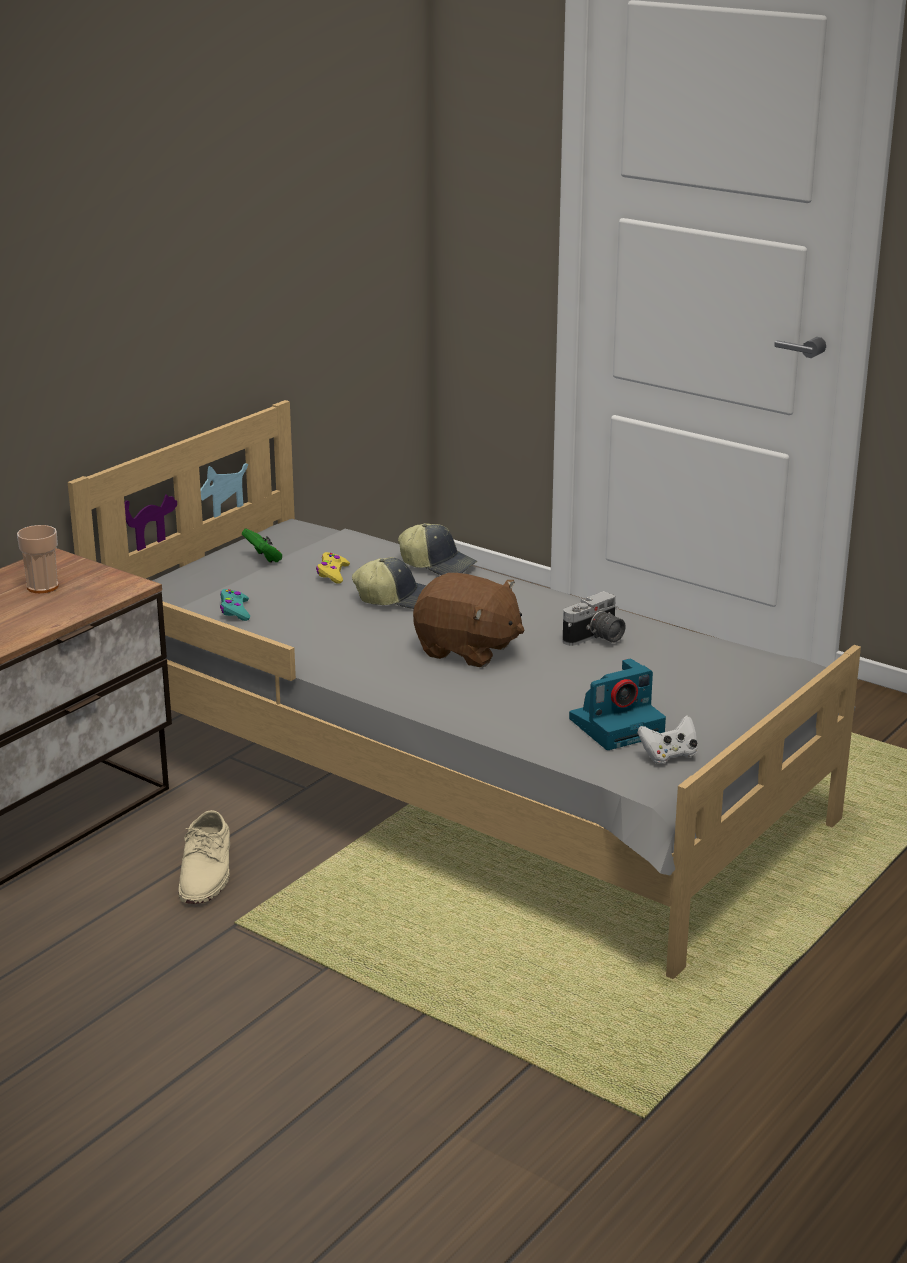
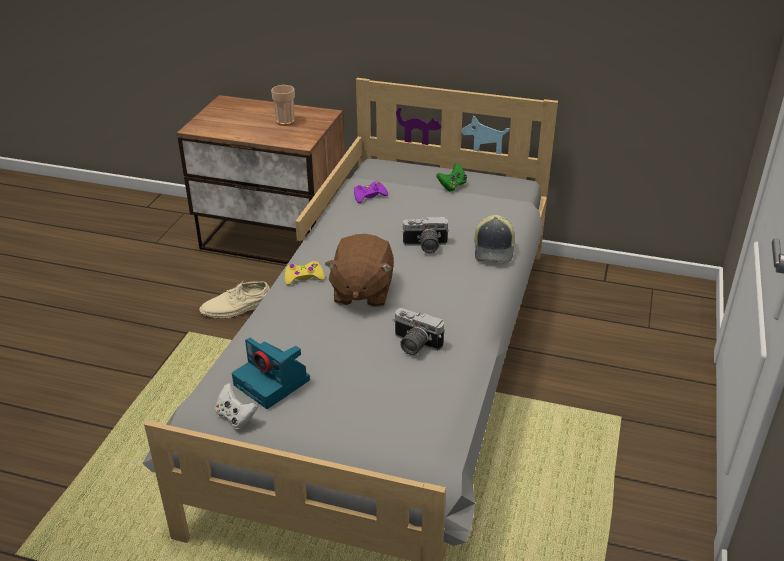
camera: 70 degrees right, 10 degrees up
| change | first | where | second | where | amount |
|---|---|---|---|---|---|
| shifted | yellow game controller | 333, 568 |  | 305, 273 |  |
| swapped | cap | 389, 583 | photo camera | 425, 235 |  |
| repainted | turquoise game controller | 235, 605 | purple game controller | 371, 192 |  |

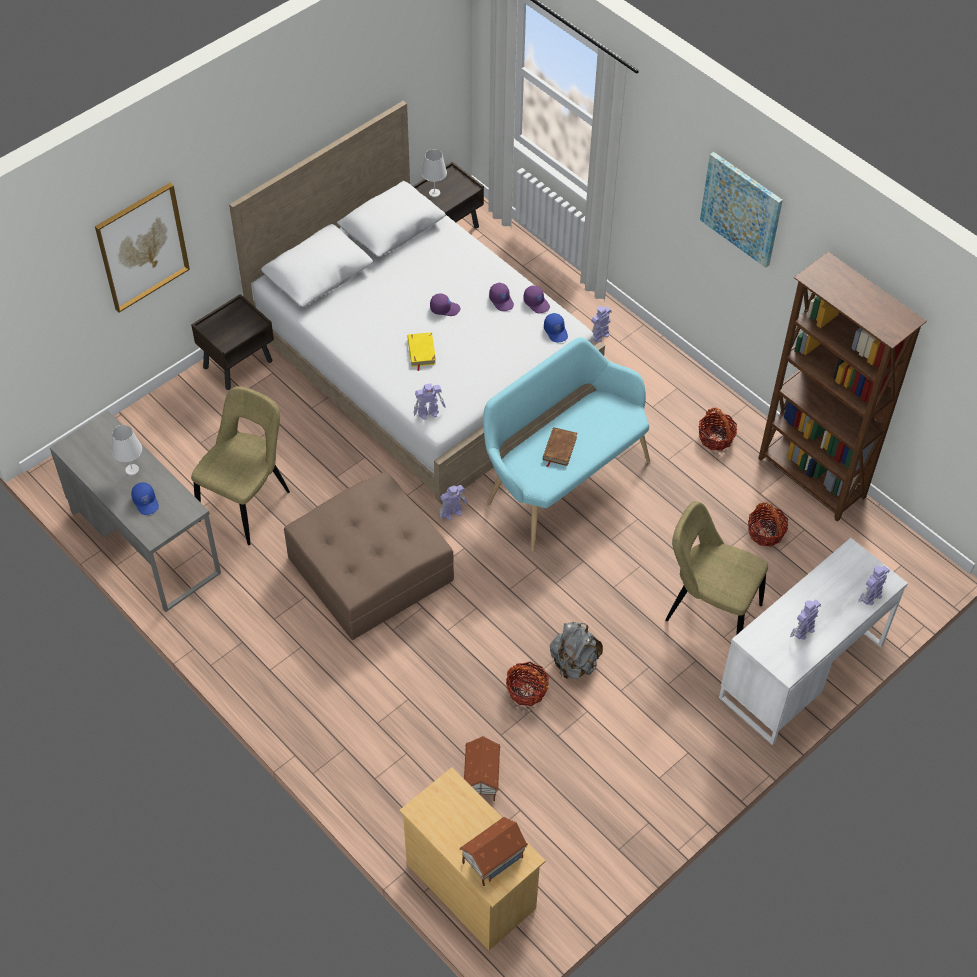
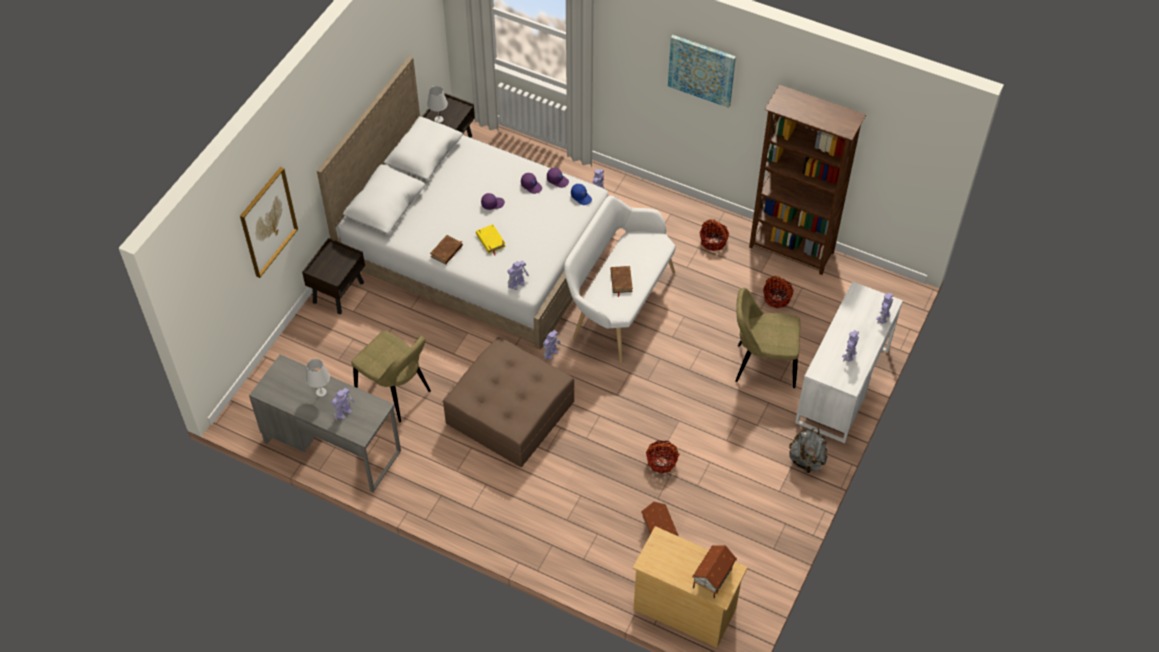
camera: 20 degrees left, 0 degrees up
| change | first | where | second | where | amount |
|---|---|---|---|---|---|
| new |  |  | brown book | 446, 250 |  |
| shifted | grey backpack | 576, 650 |  | 808, 450 |  |
| swapped | blue cap | 145, 498 | toy robot | 343, 404 |  |
| repainted | turquoise bench | 566, 444 | white bench | 620, 279 |  |
| rotated | beige chair | 240, 465 |  | 391, 376 | 120 degrees clockwise |

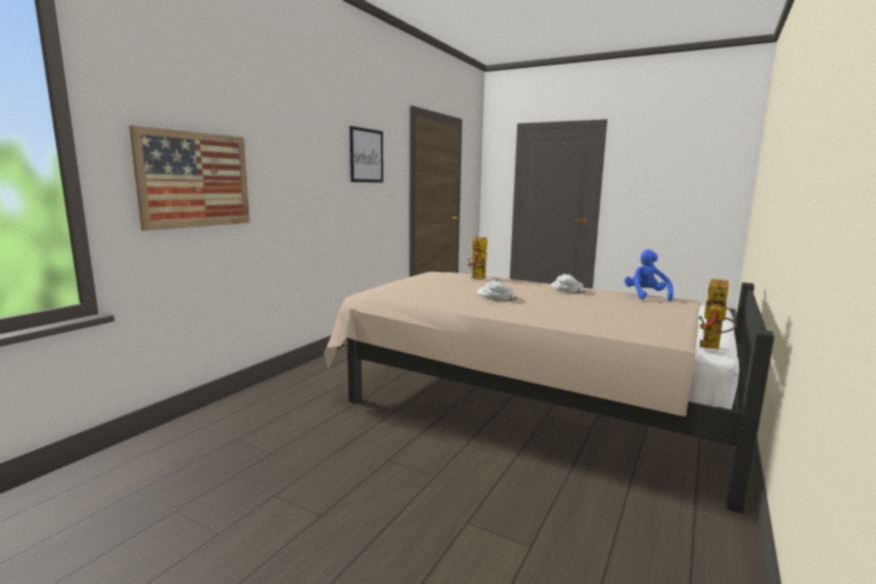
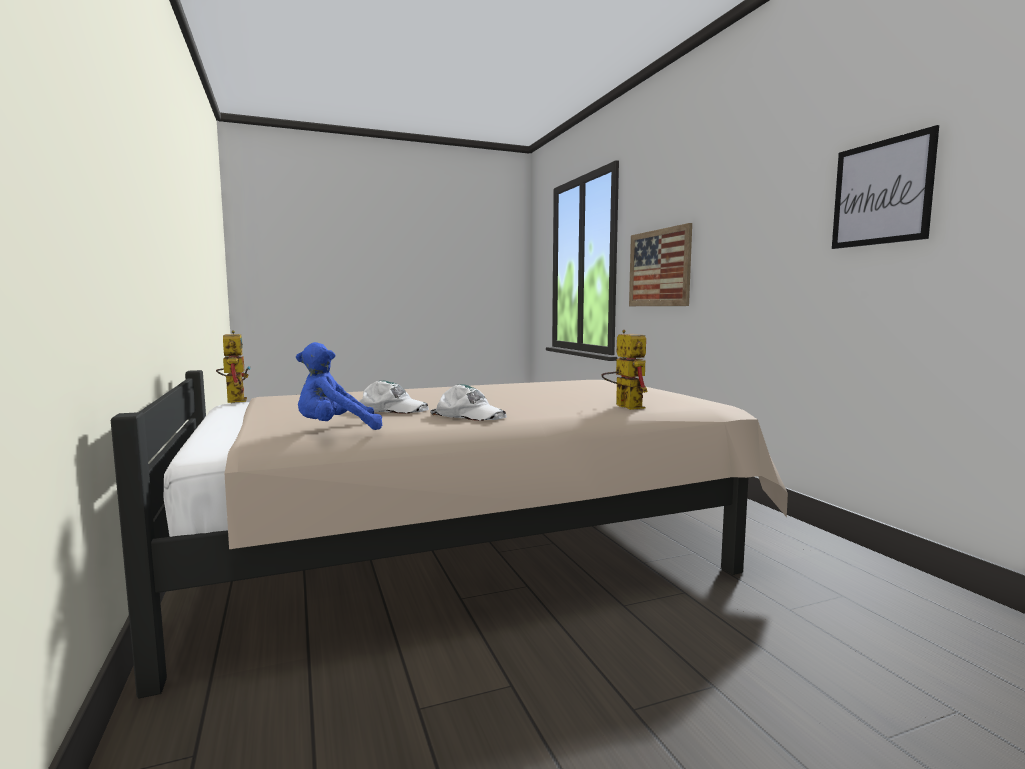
camera: 130 degrees right, 5 degrees down
| change | first | where | second | where | amount |
|---|---|---|---|---|---|
| shifted | white cap | 496, 290 |  | 394, 397 |  |
| rotated | blue plush toy | 648, 275 |  | 339, 386 | 120 degrees clockwise |

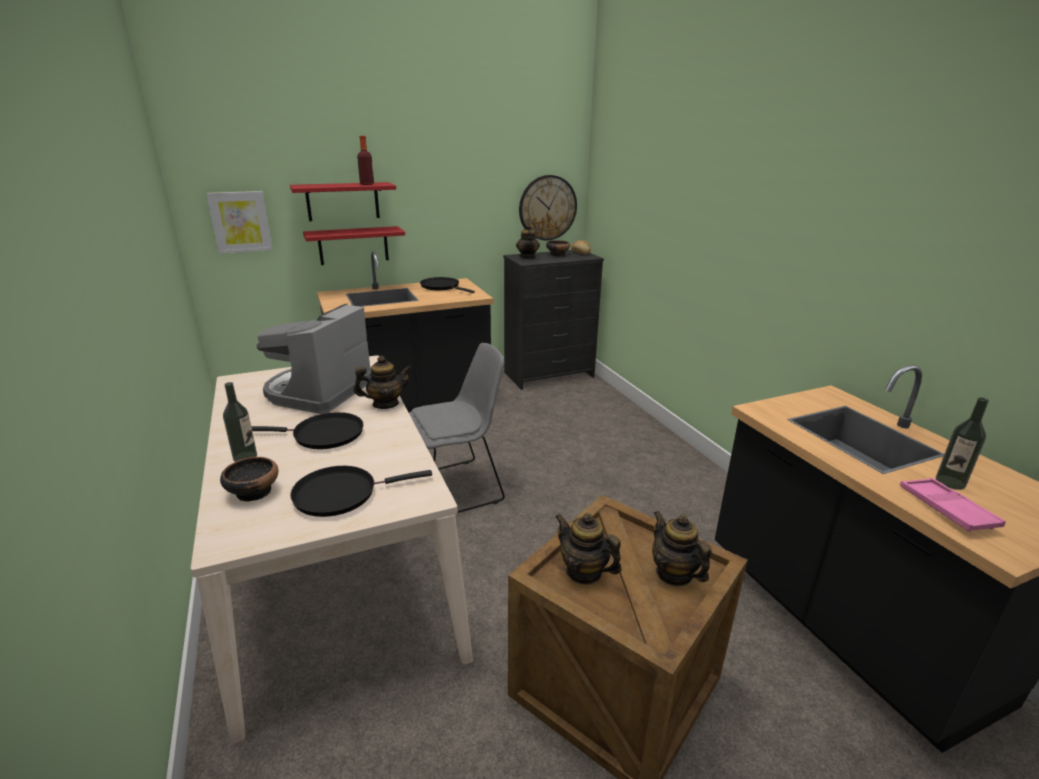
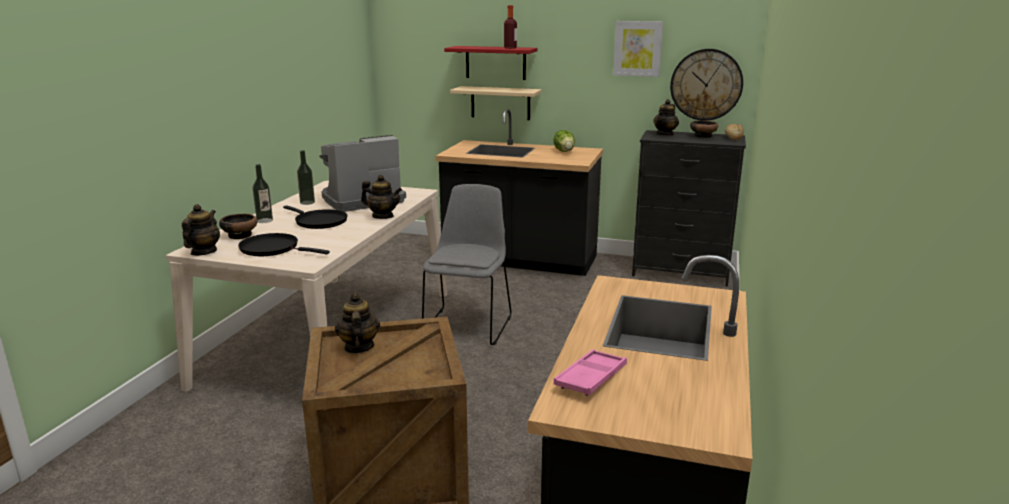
camera: 40 degrees right, 5 degrees down
| change | first | where | second | where | amount |
|---|---|---|---|---|---|
| shifted | picture | 239, 222 |  | 638, 49 |  |
| shifted | teapot | 681, 548 |  | 201, 230 |  |
| shifted | bottle | 962, 443 |  | 306, 177 |  |
| swapped | black frying pan | 447, 285 | lettuce | 564, 141 |  |
| repainted | red shelf | 354, 245 | beige shelf | 496, 103 |  |
| rotated | grey chair | 457, 428 |  | 466, 264 | 90 degrees counterclockwise |

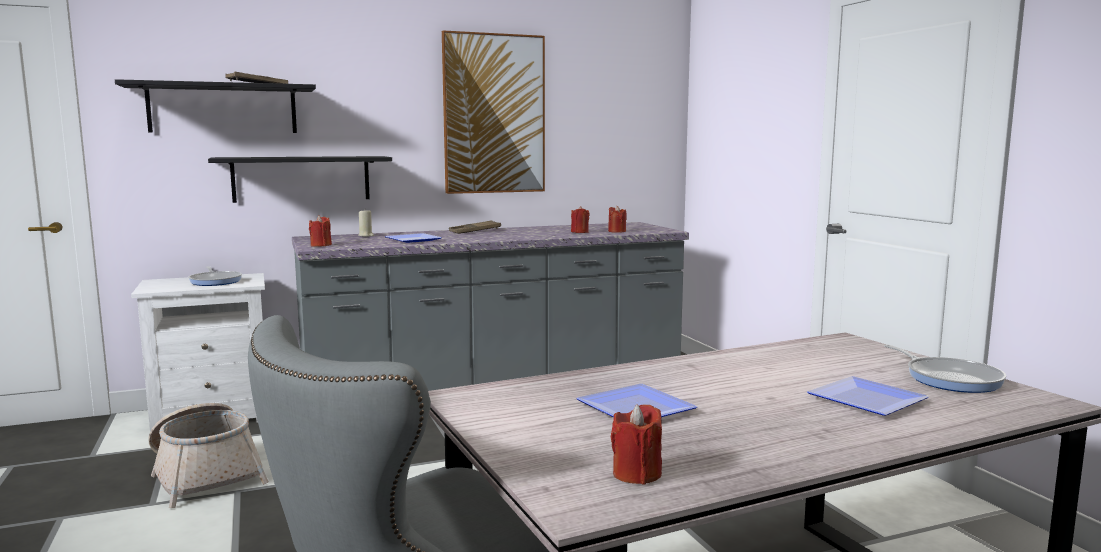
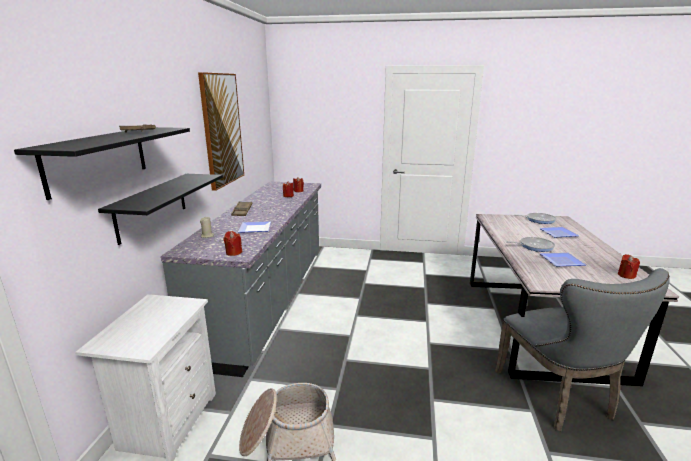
camera: 60 degrees left, 10 degrees up
| change | first | where | second | where | amount |
|---|---|---|---|---|---|
| shifted | frying pan | 215, 276 |  | 530, 244 |  |

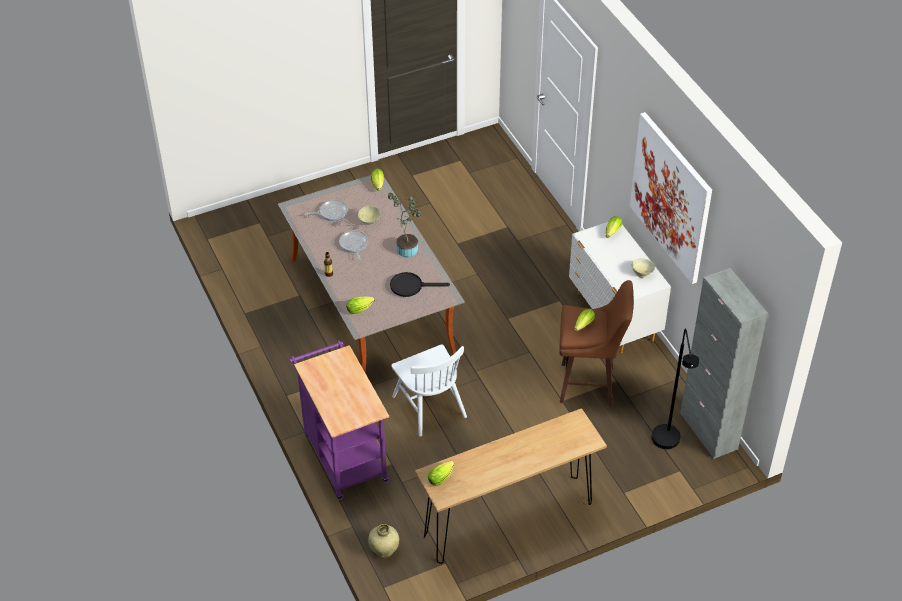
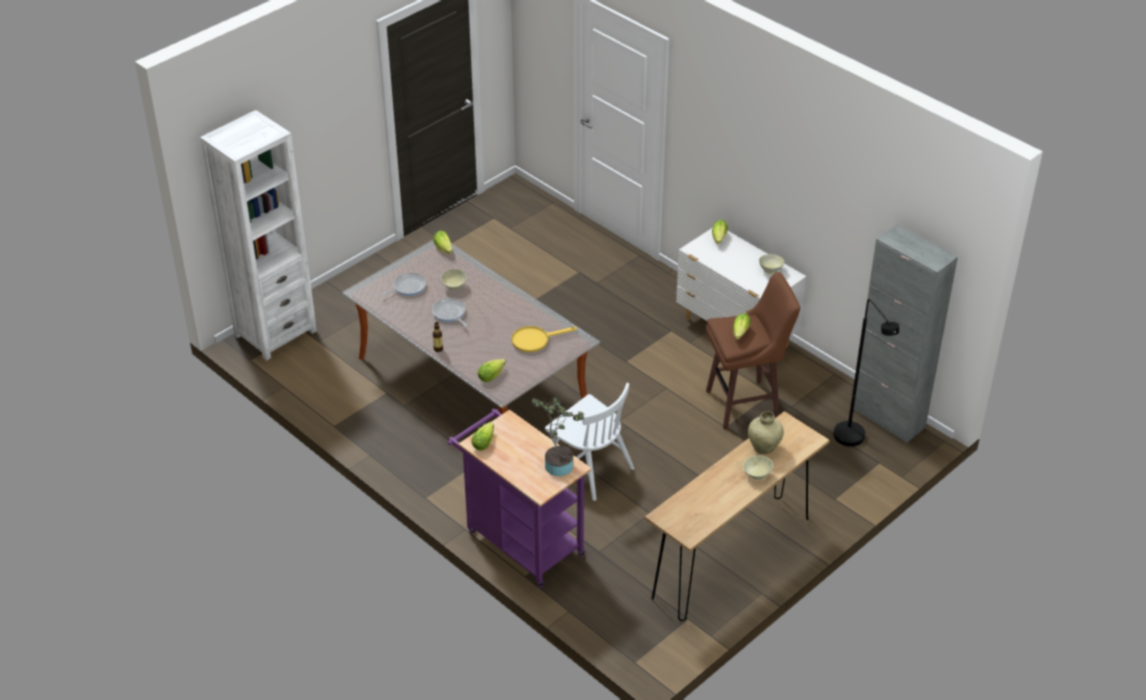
camera: 20 degrees left, 5 degrees down
| change | first | where | second | where | amount |
|---|---|---|---|---|---|
| gone | picture | 671, 198 |  |  |  |
| new |  |  | white bookcase | 258, 235 |  |
| new |  |  | beige bowl | 758, 467 |  |
| shifted | beige vase | 383, 541 |  | 766, 432 |  |
| shifted | potted plant | 405, 225 |  | 558, 436 |  |
| shifted | lettuce | 441, 473 |  | 482, 436 |  |
| repainted | black frying pan | 420, 284 | yellow frying pan | 544, 339 |  |

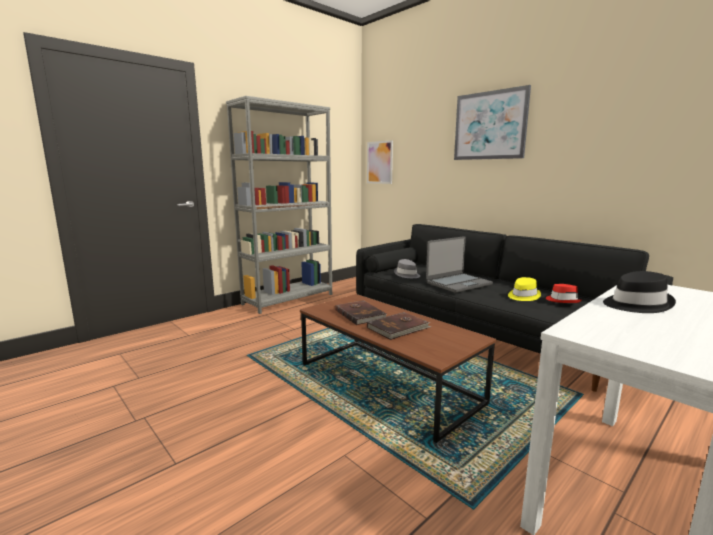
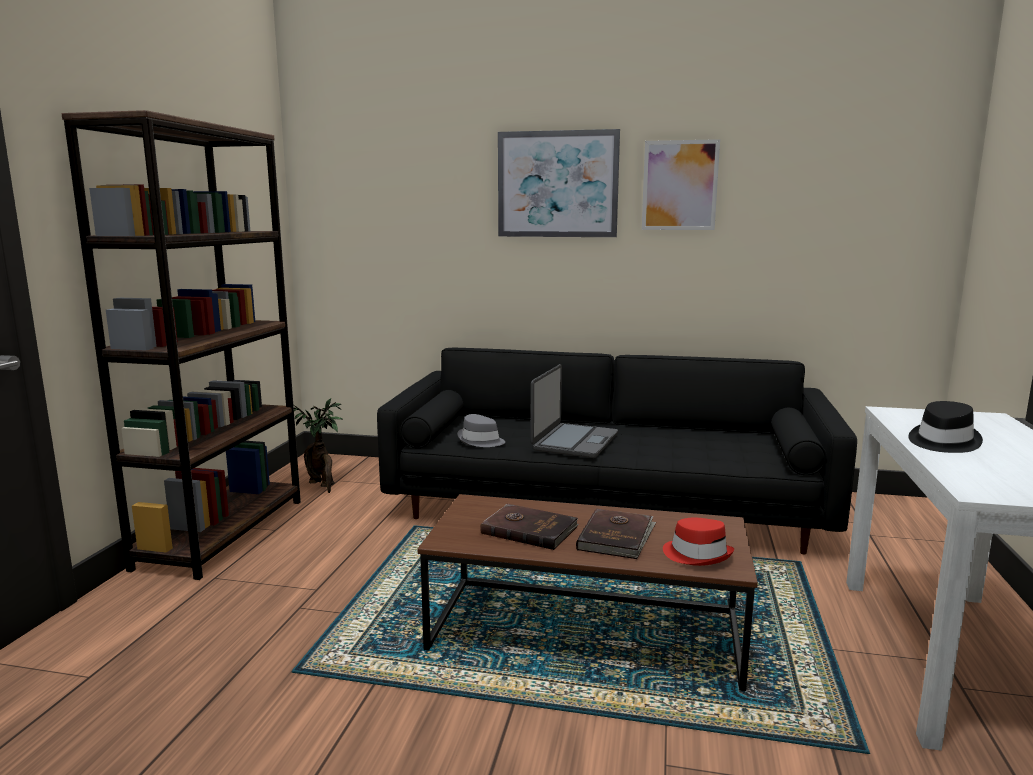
camera: 35 degrees left, 0 degrees up
| change | first | where | second | where | amount |
|---|---|---|---|---|---|
| gone | yellow hat | 524, 289 |  |  |  |
| new |  |  | potted plant | 318, 445 |  |
| shifted | picture | 380, 162 |  | 681, 184 |  |
| shifted | red hat | 563, 293 |  | 698, 541 |  |
| repainted | grey bookcase | 279, 205 | brown bookcase | 181, 345 |  |

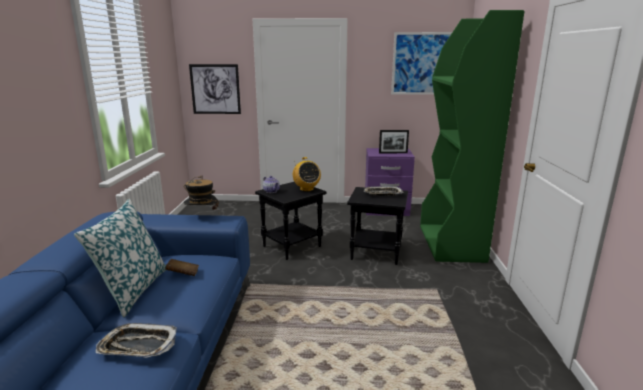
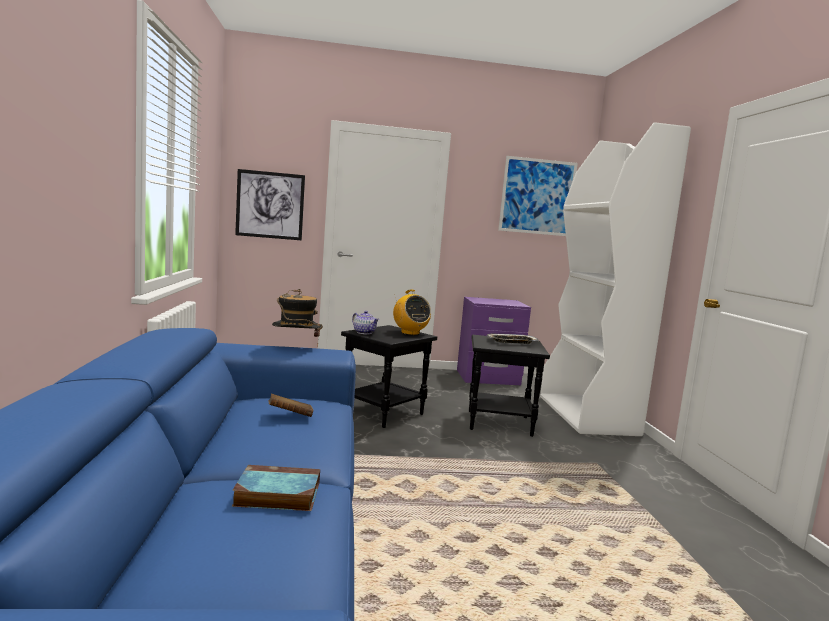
camera: 10 degrees left, 10 degrees down
| change | first | where | second | where | amount |
|---|---|---|---|---|---|
| gone | pillow | 120, 258 |  |  |  |
| gone | picture frame | 394, 141 |  |  |  |
| swapped | tray | 136, 340 | book | 276, 488 |  |
| repainted | green bookcase | 472, 136 | white bookcase | 615, 279 |  |

